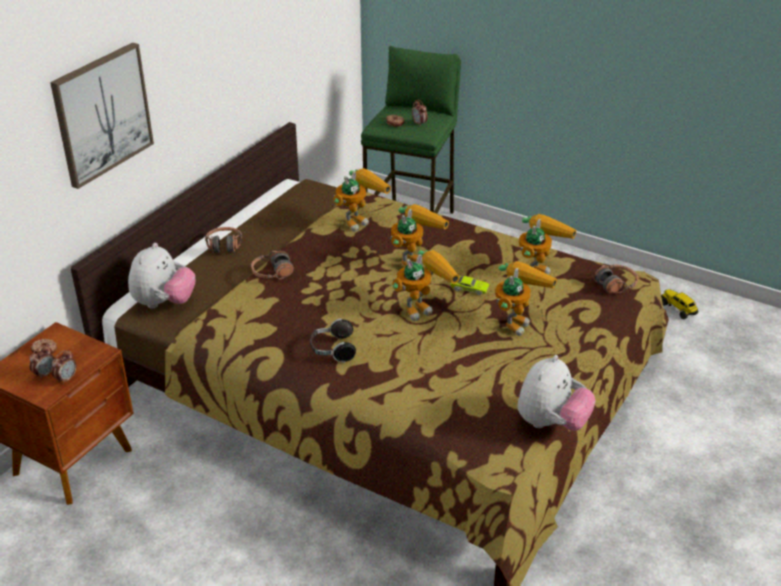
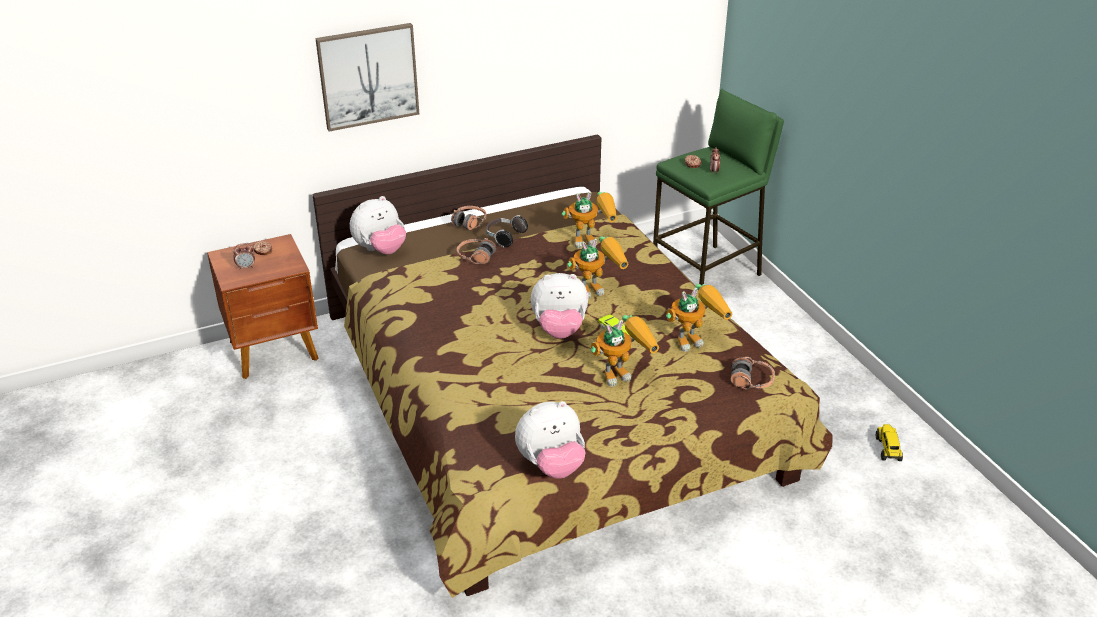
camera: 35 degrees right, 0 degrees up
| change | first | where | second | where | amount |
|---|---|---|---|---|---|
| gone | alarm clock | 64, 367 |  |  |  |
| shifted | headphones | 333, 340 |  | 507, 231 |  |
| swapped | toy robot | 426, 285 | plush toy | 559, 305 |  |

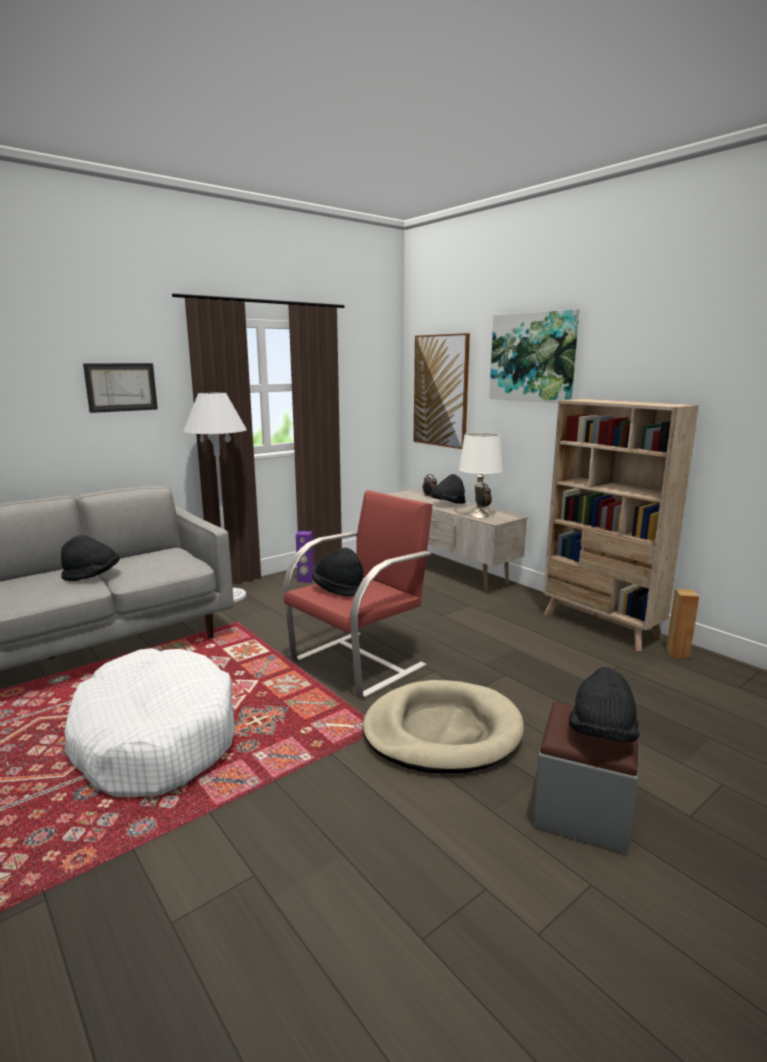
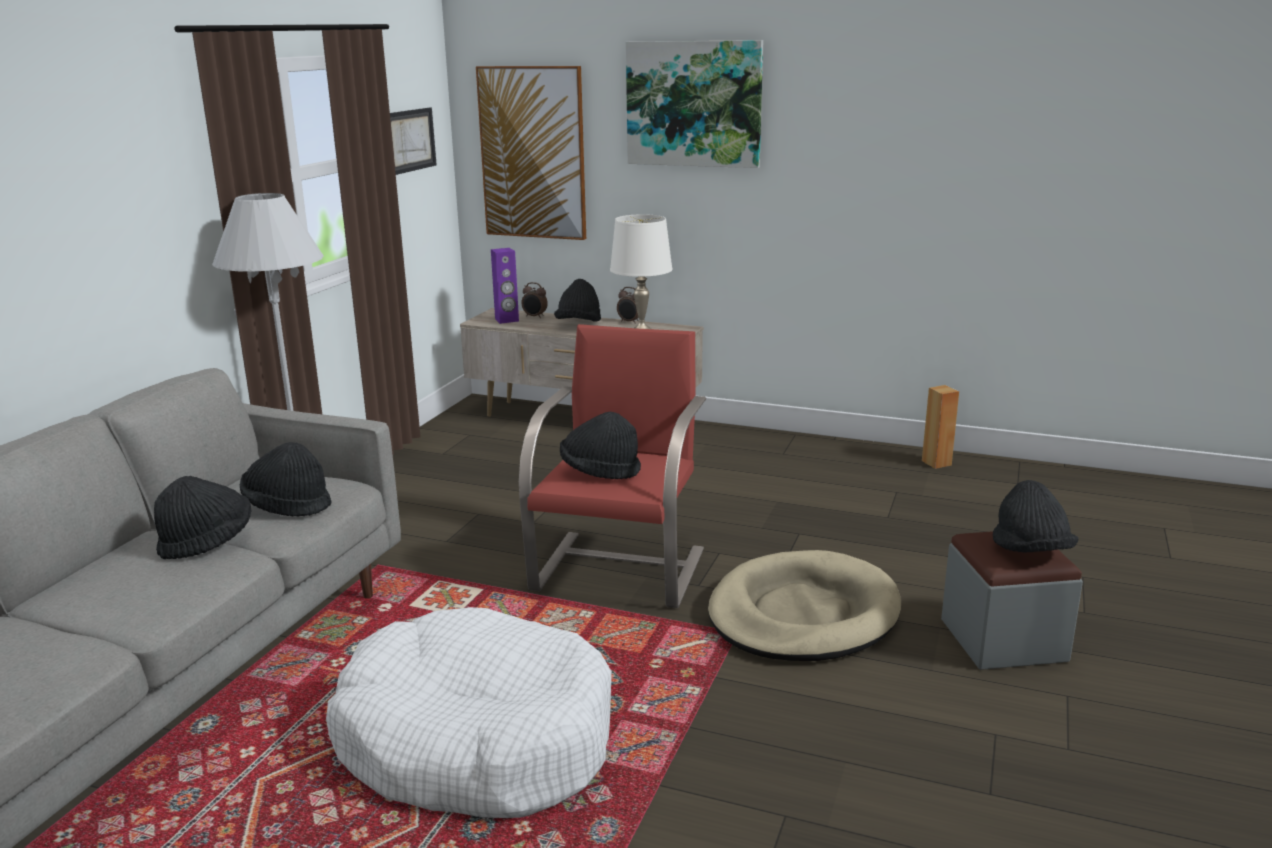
camera: 30 degrees left, 5 degrees up
| change | first | where | second | where | amount |
|---|---|---|---|---|---|
| gone | beige bookcase | 621, 525 |  |  |  |
| new |  |  | black hat | 286, 479 |  |
| shifted | picture | 120, 388 |  | 413, 141 |  |
| shifted | purple speaker | 305, 557 |  | 505, 286 |  |

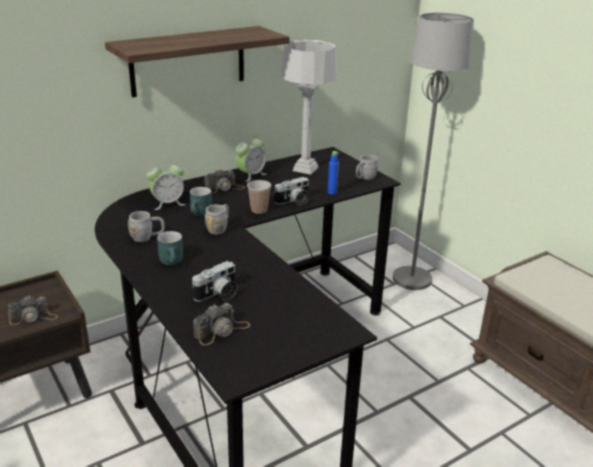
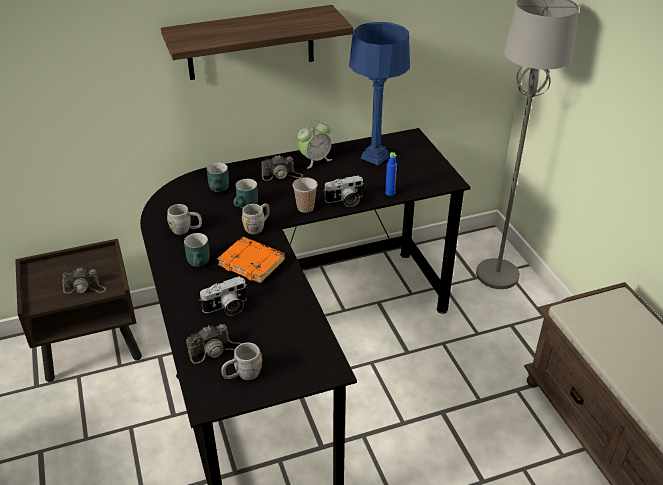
camera: 15 degrees right, 10 degrees up
| change | first | where | second | where | amount |
|---|---|---|---|---|---|
| new |  |  | orange book | 251, 260 |  |
| shifted | grey mug | 367, 167 |  | 241, 361 |  |
| swapped | alarm clock | 165, 185 | turquoise mug | 218, 177 |  |
| repainted | grey table lamp | 309, 107 | blue table lamp | 379, 93 |  |

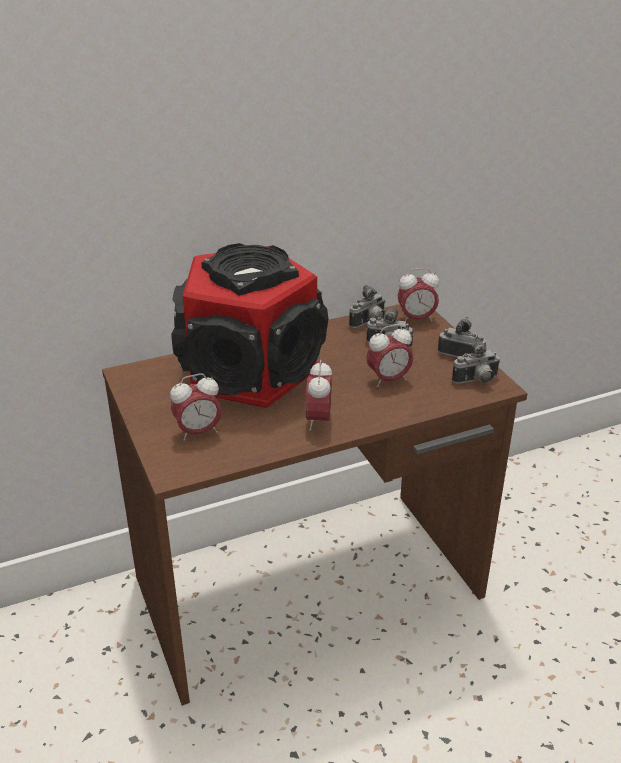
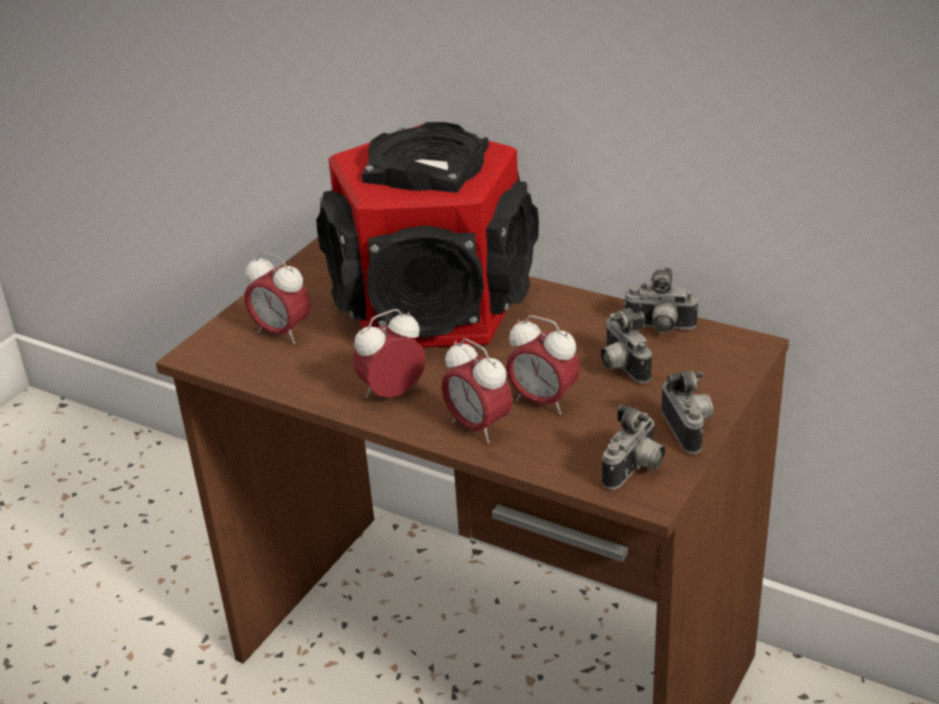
camera: 55 degrees right, 0 degrees up
| change | first | where | second | where | amount |
|---|---|---|---|---|---|
| shifted | alarm clock | 418, 295 |  | 477, 391 |  |
| rotated | photo camera | 476, 361 |  | 633, 446 | 90 degrees counterclockwise |

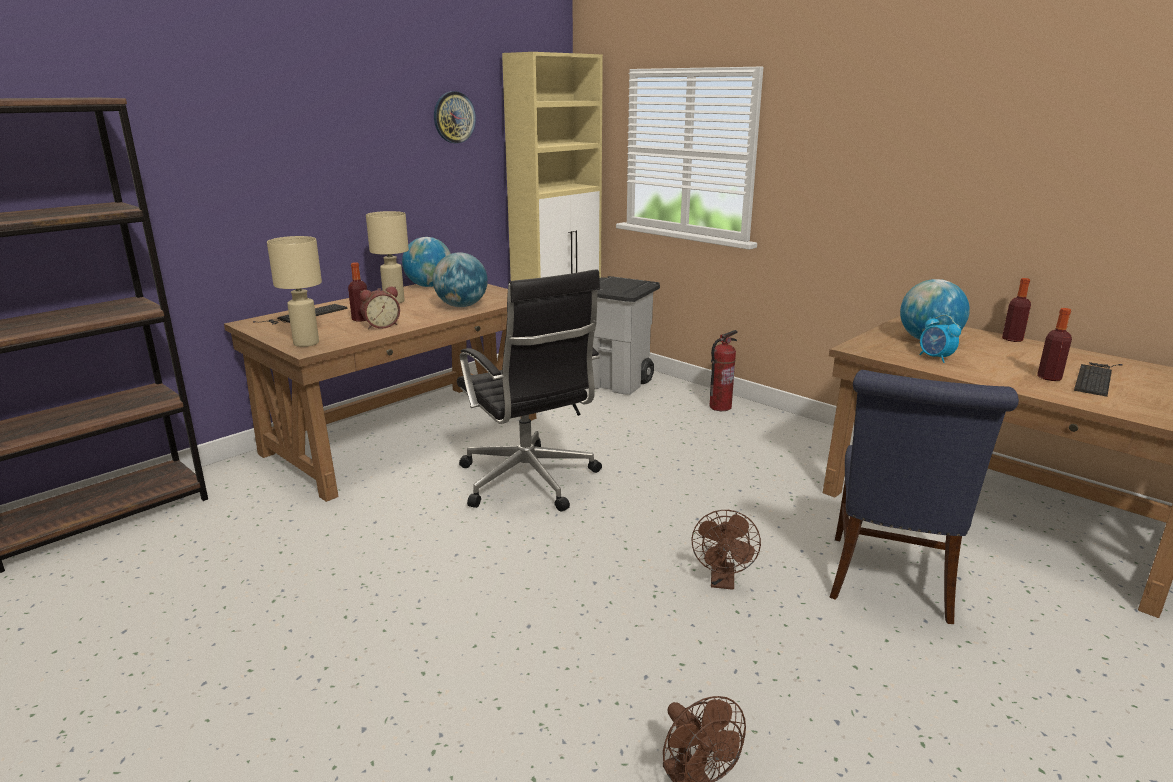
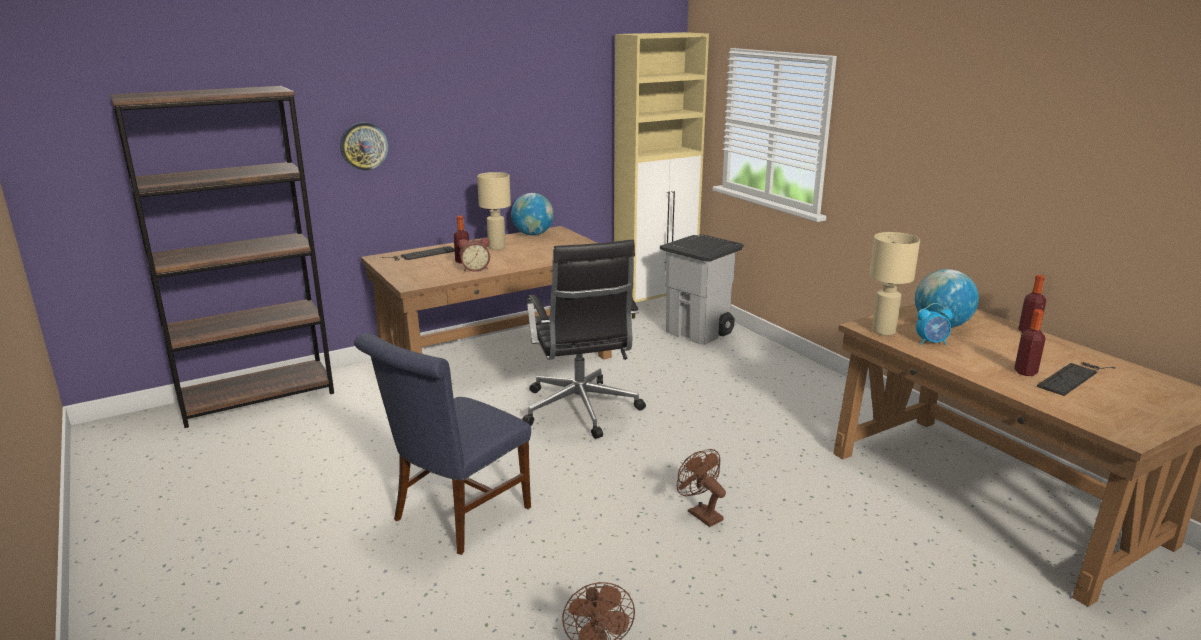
camera: 15 degrees right, 0 degrees up
| change | first | where | second | where | amount |
|---|---|---|---|---|---|
| gone | globe | 460, 279 |  |  |  |
| gone | fire extinguisher | 723, 370 |  |  |  |
| shifted | beige table lamp | 294, 291 |  | 894, 283 |  |
| shifted | wall clock | 455, 117 |  | 364, 146 |  |
| shifted | blue chair | 924, 497 |  | 442, 444 |  |
| rotated | brown fan | 726, 550 |  | 701, 488 | 120 degrees clockwise |
| rotated | alarm clock | 940, 338 |  | 934, 324 | 75 degrees counterclockwise |

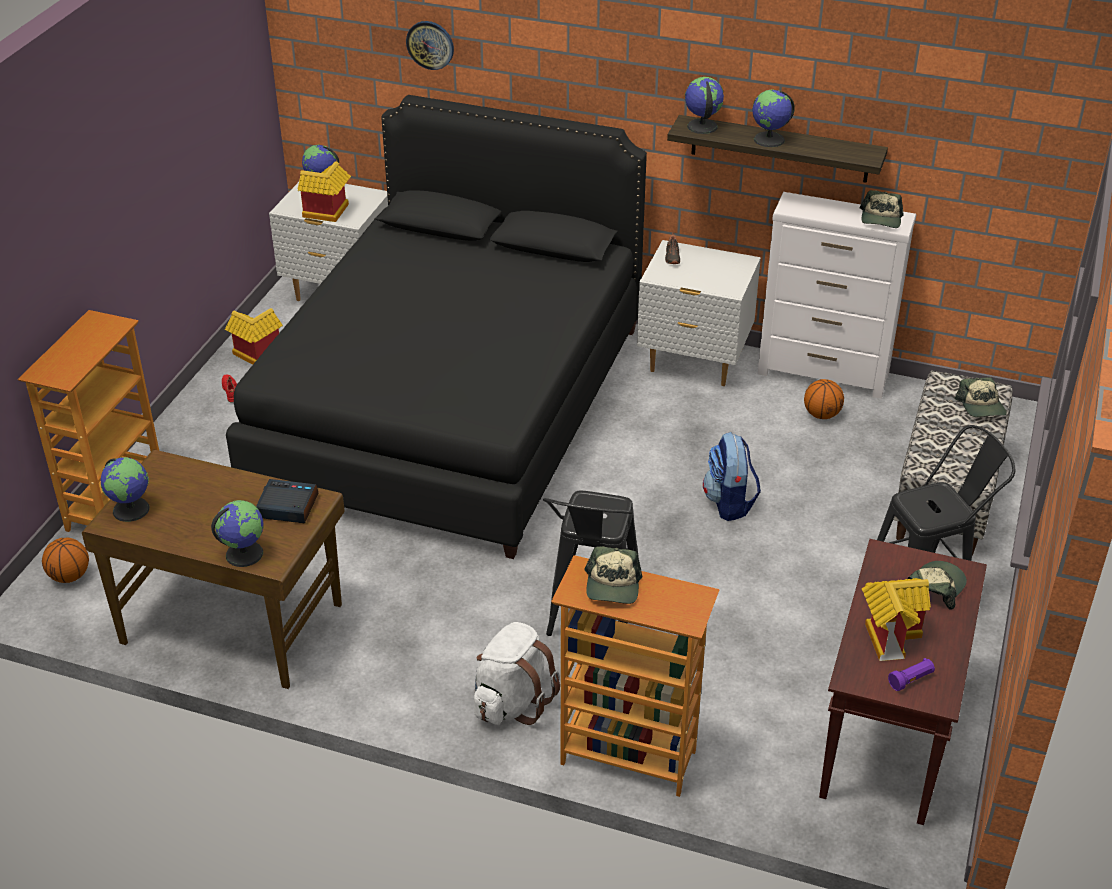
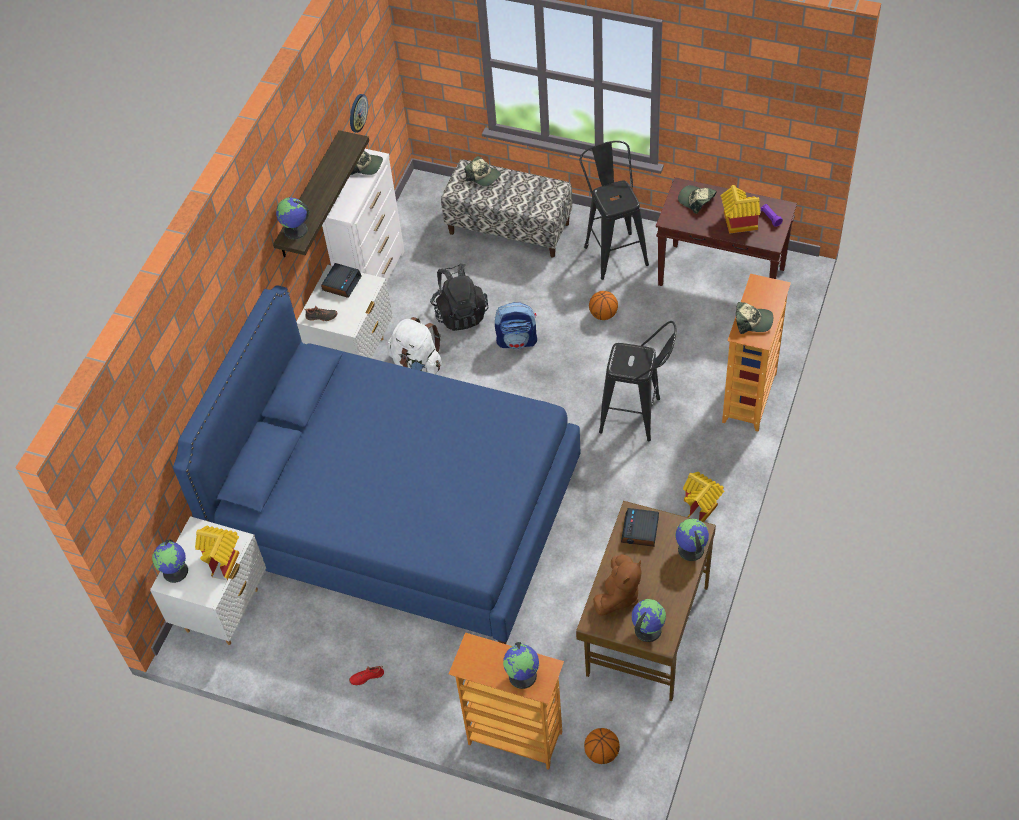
camera: 85 degrees left, 15 degrees up
| change | first | where | second | where | amount |
|---|---|---|---|---|---|
| new |  |  | alarm clock | 341, 280 |  |
| new |  |  | black backpack | 459, 297 |  |
| new |  |  | brown plush toy | 617, 584 |  |
| shifted | toy house | 254, 336 |  | 703, 497 |  |
| shifted | wall clock | 430, 45 |  | 359, 113 |  |
| shifted | white backpack | 517, 673 |  | 414, 346 |  |
| shifted | globe | 773, 118 |  | 521, 665 |  |
| shifted | basketball | 824, 399 |  | 603, 305 |  |
| repainted | black bed | 436, 327 | blue bed | 377, 464 |  |
| rotated | cap | 980, 397 |  | 483, 171 | 45 degrees clockwise |

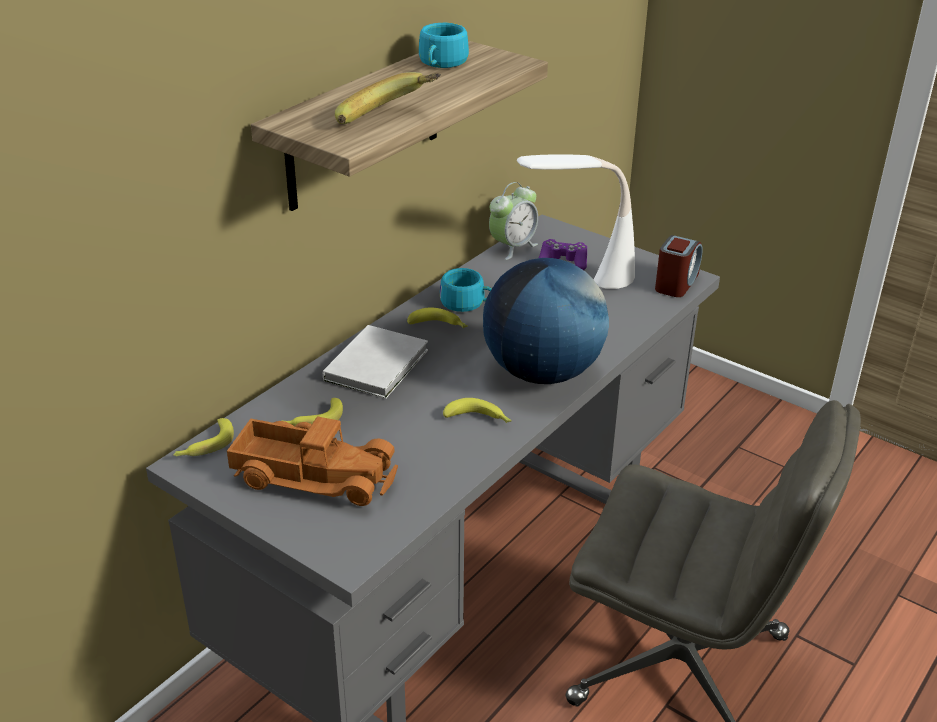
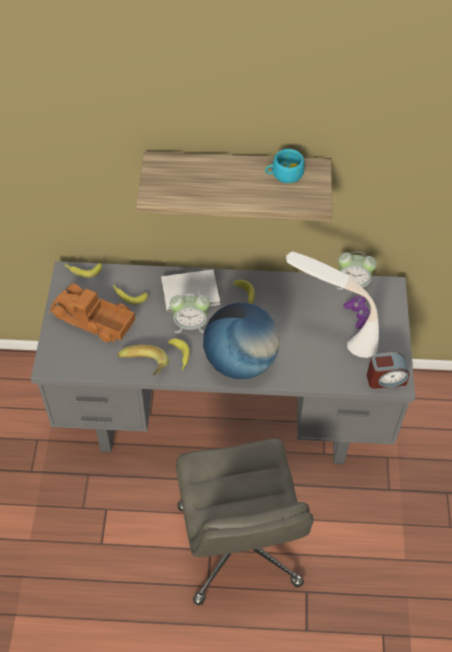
camera: 55 degrees right, 20 degrees up
| change | first | where | second | where | amount |
|---|---|---|---|---|---|
| gone | turquoise cup | 466, 290 |  |  |  |
| new |  |  | alarm clock | 190, 313 |  |
| shifted | banana | 388, 98 |  | 143, 360 |  |
| rotated | toy truck | 312, 461 |  | 92, 312 | 135 degrees clockwise |

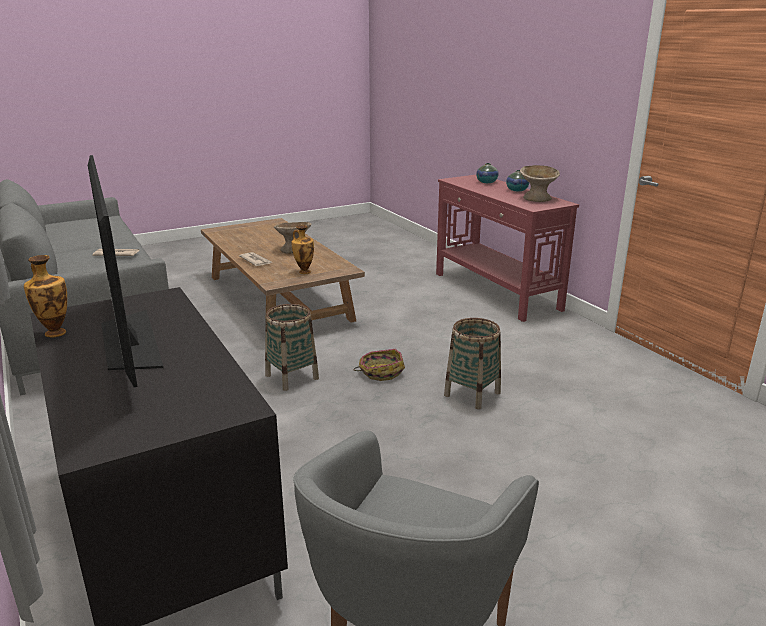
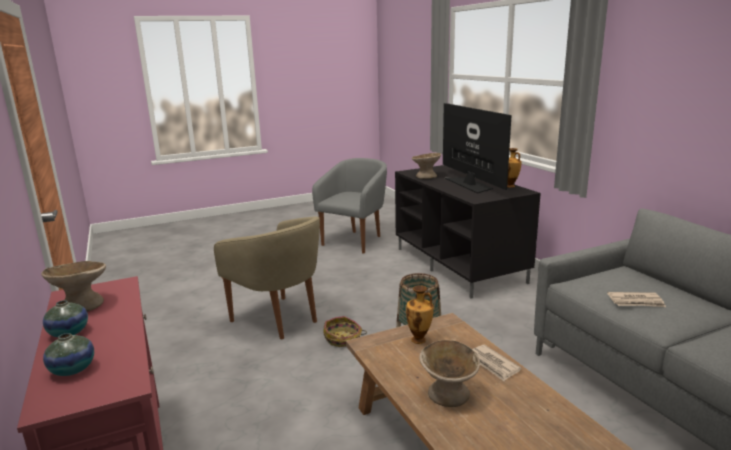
camera: 175 degrees left, 5 degrees down
| change | first | where | second | where | amount |
|---|---|---|---|---|---|
| new |  |  | beige bowl | 426, 166 |  |
| swapped | basket | 472, 363 | beige armchair | 267, 278 |  |

